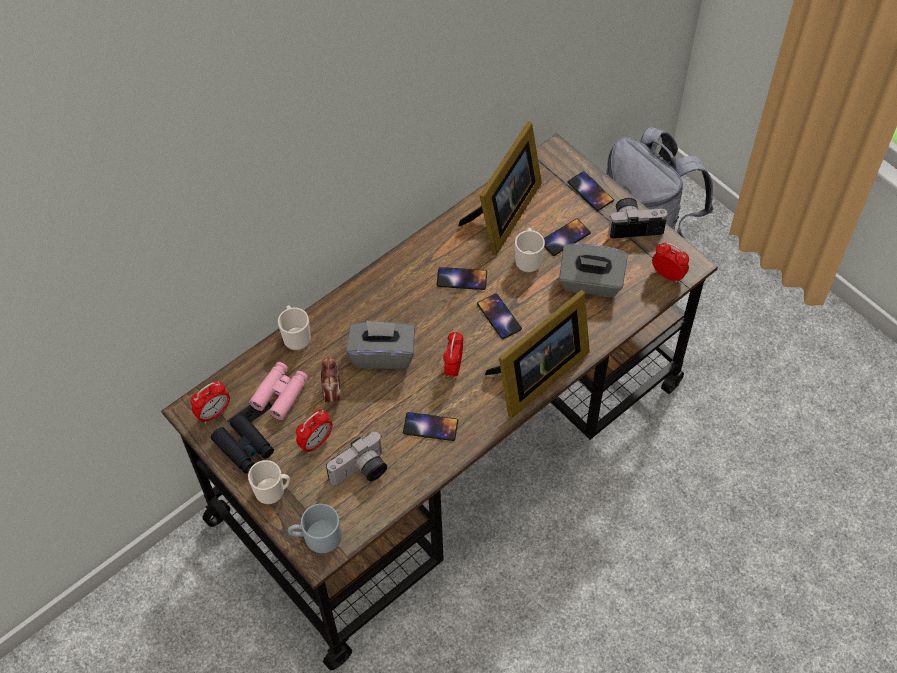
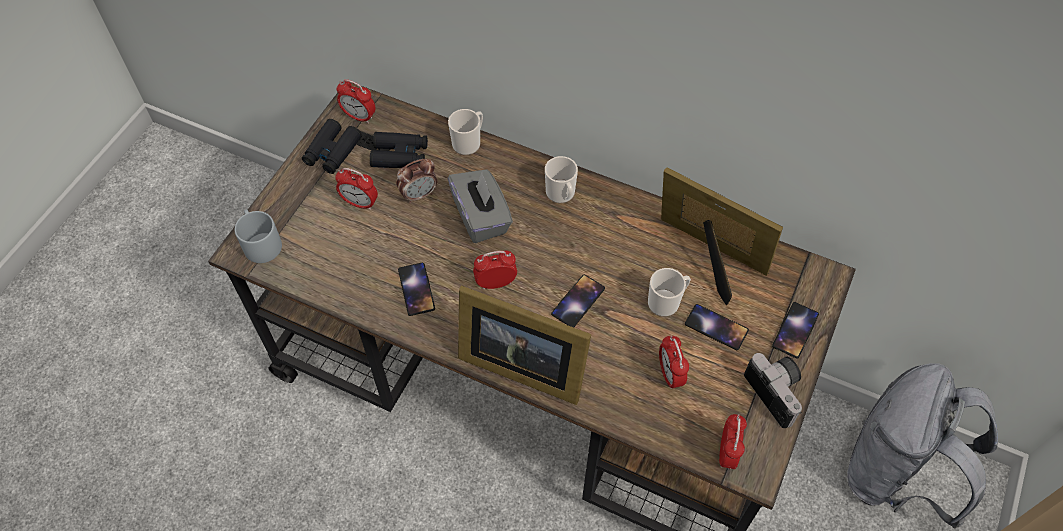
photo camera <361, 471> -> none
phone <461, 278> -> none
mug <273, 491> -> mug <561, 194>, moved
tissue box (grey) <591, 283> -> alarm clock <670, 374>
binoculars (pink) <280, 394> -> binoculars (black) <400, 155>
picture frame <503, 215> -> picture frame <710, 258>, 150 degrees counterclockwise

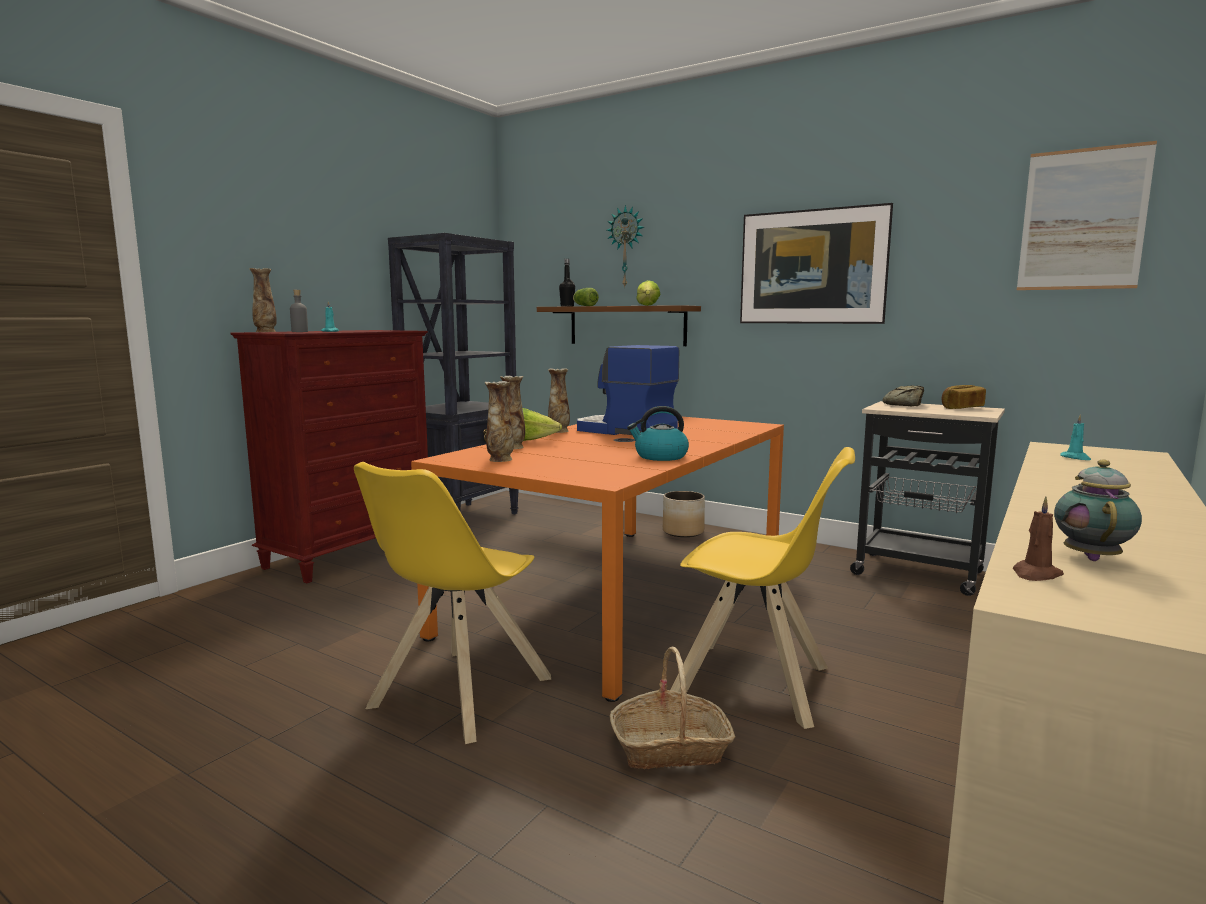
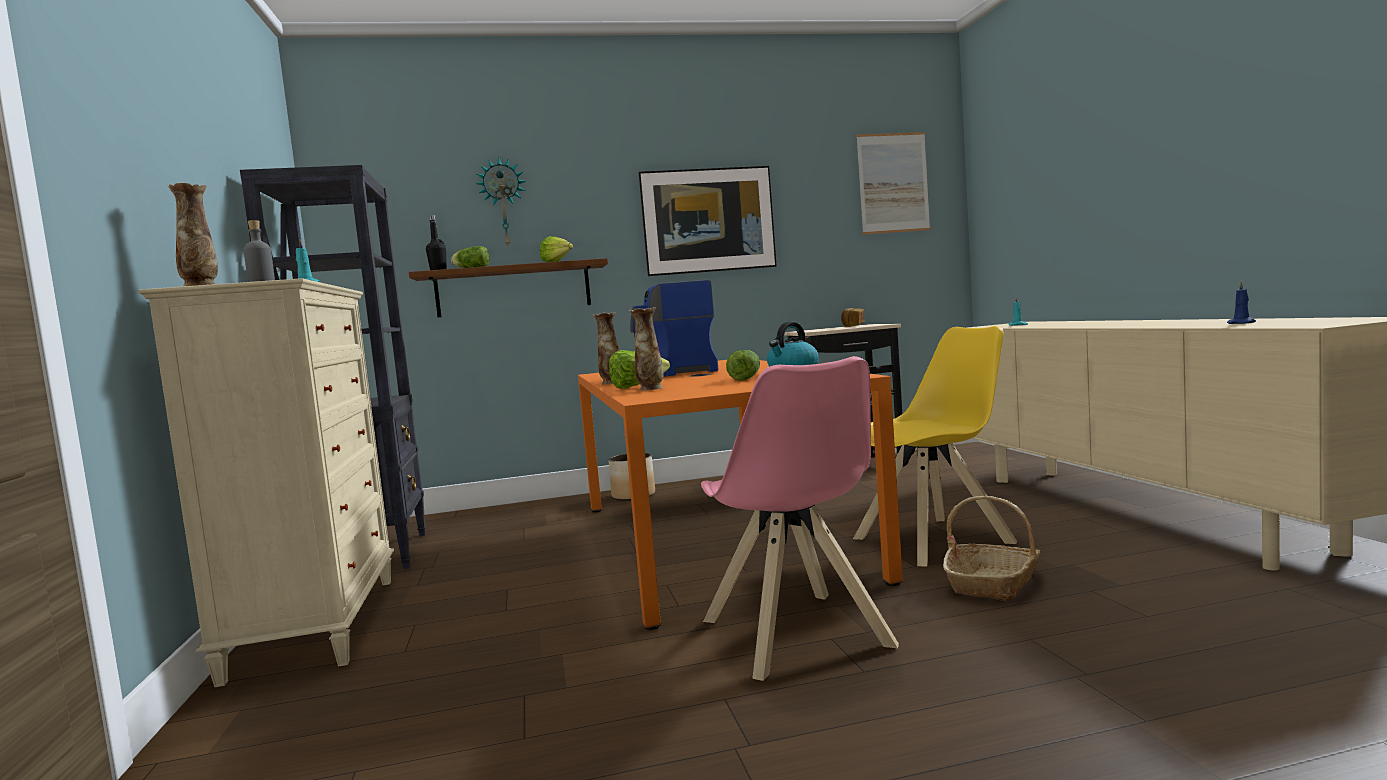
vase <500, 460> -> none
bread <904, 405> -> none
candle (brown) <1035, 574> -> none
none -> lettuce <746, 378>
teapot <1091, 557> -> candle (blue) <1242, 323>
dresser (red) <351, 553> -> dresser (beige) <316, 625>
chair (yellow) <457, 695> -> chair (pink) <797, 636>

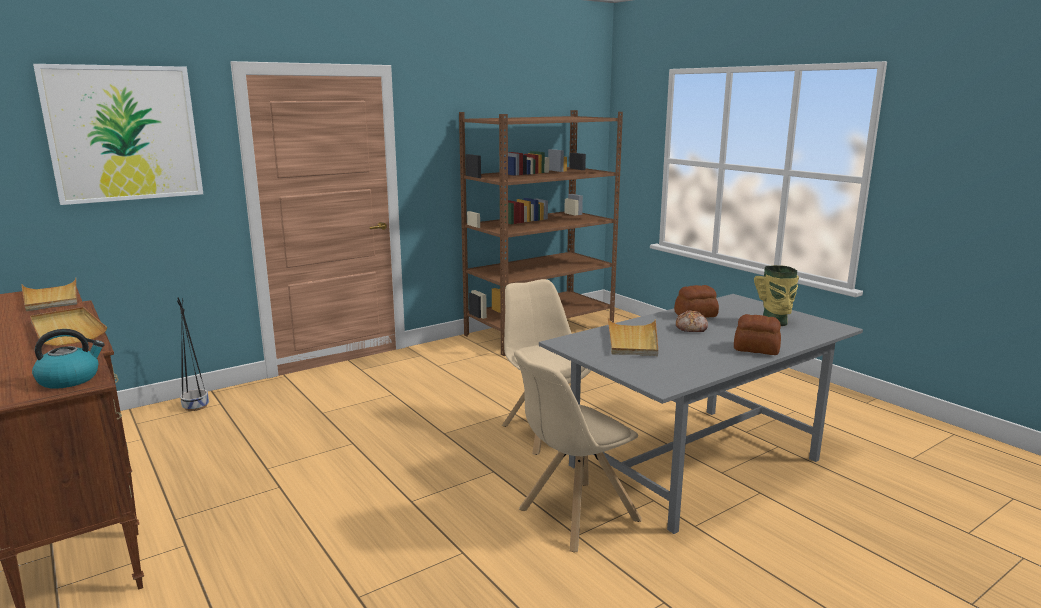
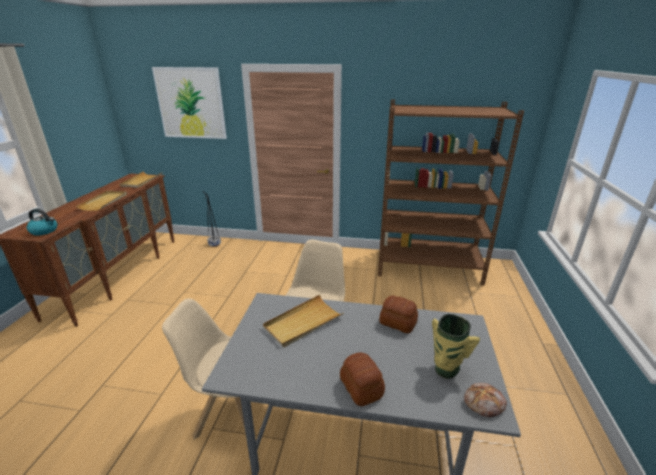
bread <692, 328> -> bread <484, 404>, moved

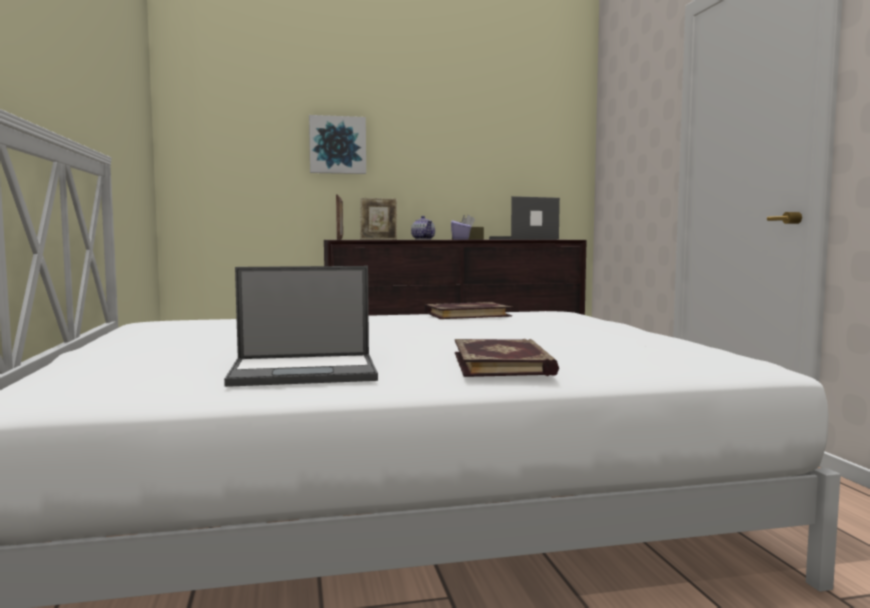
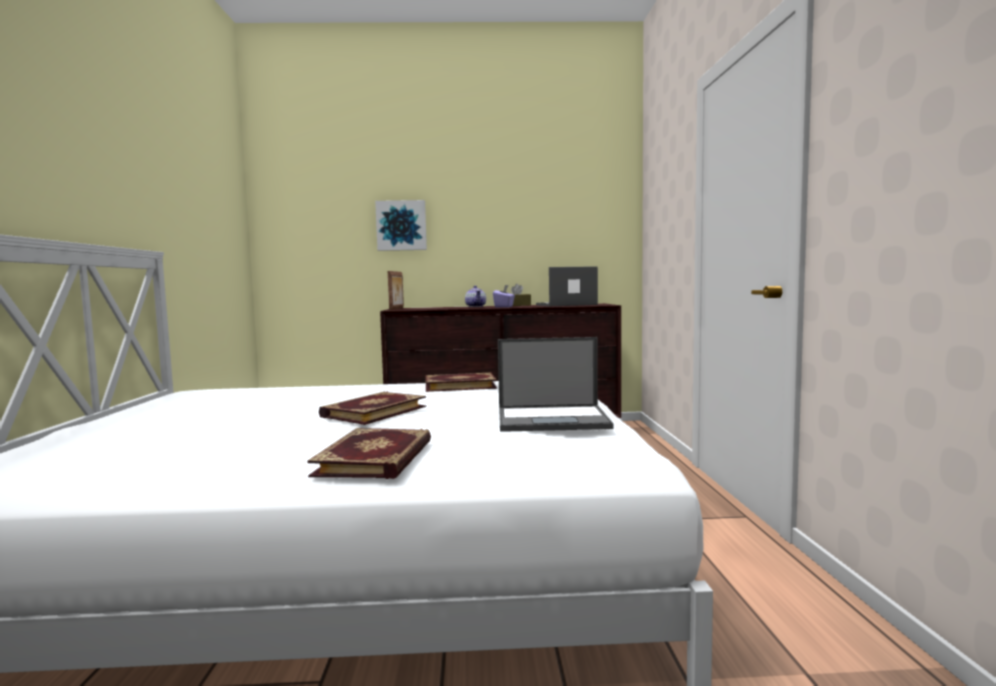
picture frame <378, 239> -> none
none -> book <373, 411>
laptop <306, 371> -> laptop <553, 419>, moved

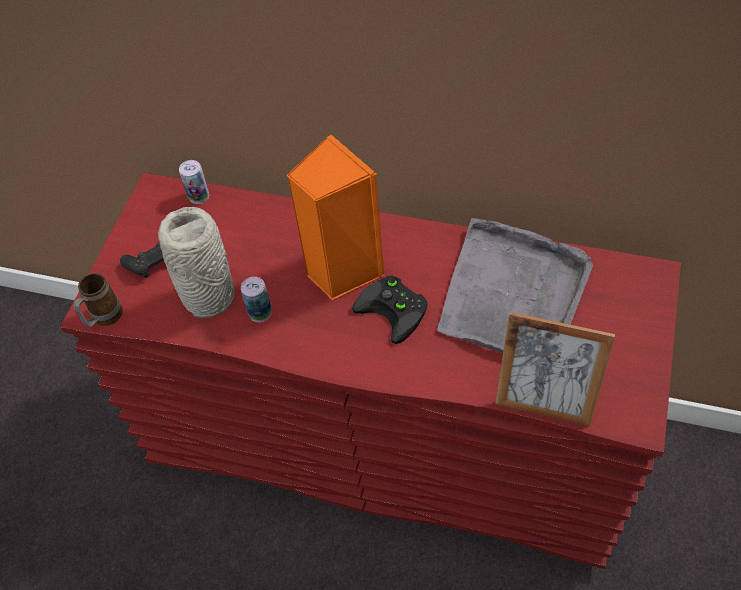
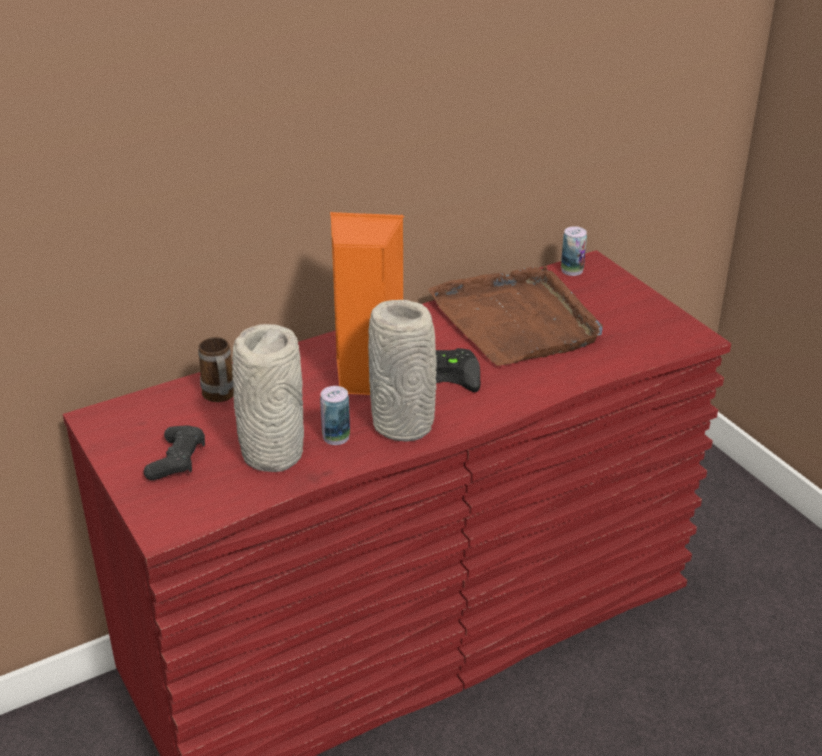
picture frame <544, 403> -> none
none -> vase (grey) <404, 426>
mug <103, 319> -> mug <220, 397>, moved
can <199, 196> -> can <572, 270>, moved
tray (grey) <513, 294> -> tray (brown) <517, 321>

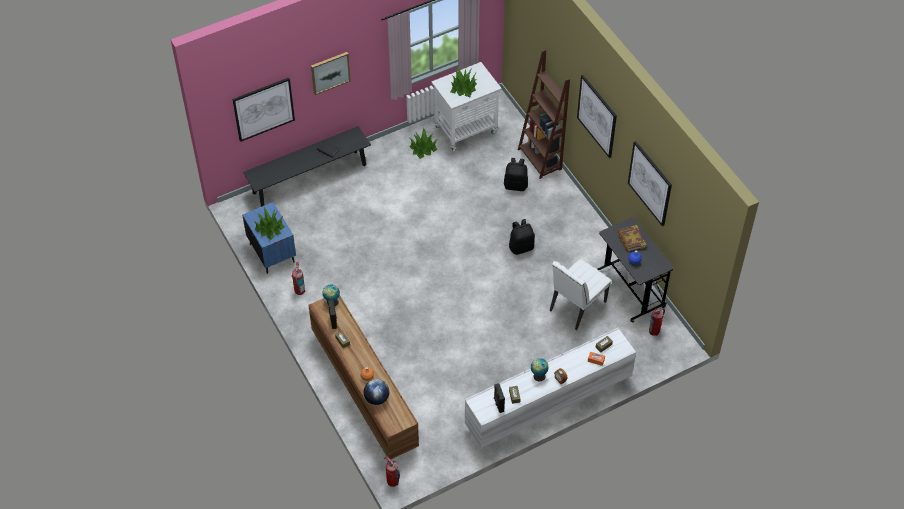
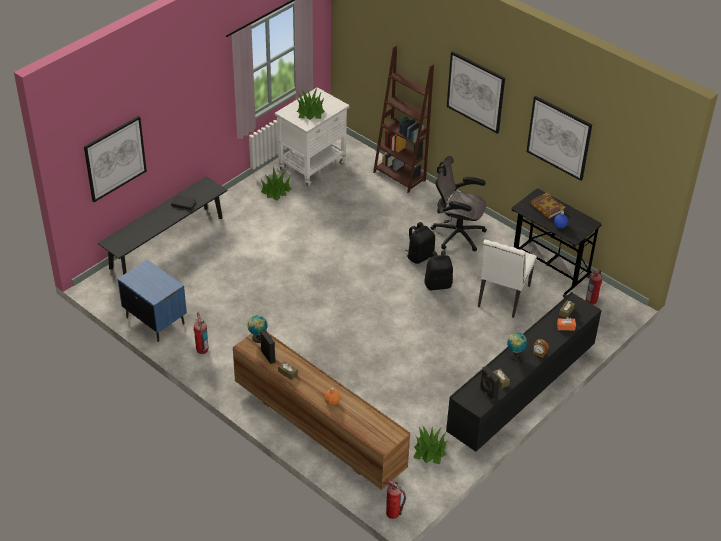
picture <330, 72> -> none
globe <377, 398> -> none
none -> office chair <457, 235>
potted plant <269, 228> -> potted plant <429, 451>, moved
backpack (black) <515, 185> -> backpack (black) <438, 284>, moved
cabinet (white) <548, 405> -> cabinet (black) <521, 394>

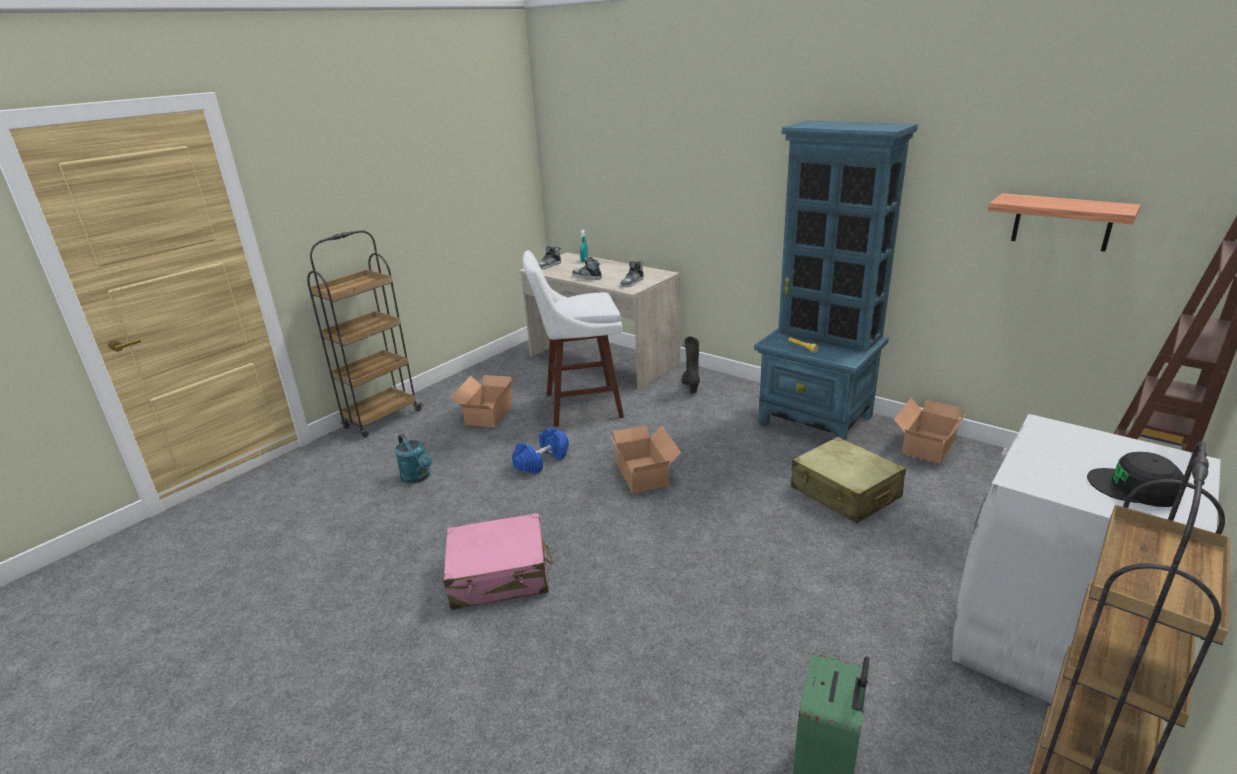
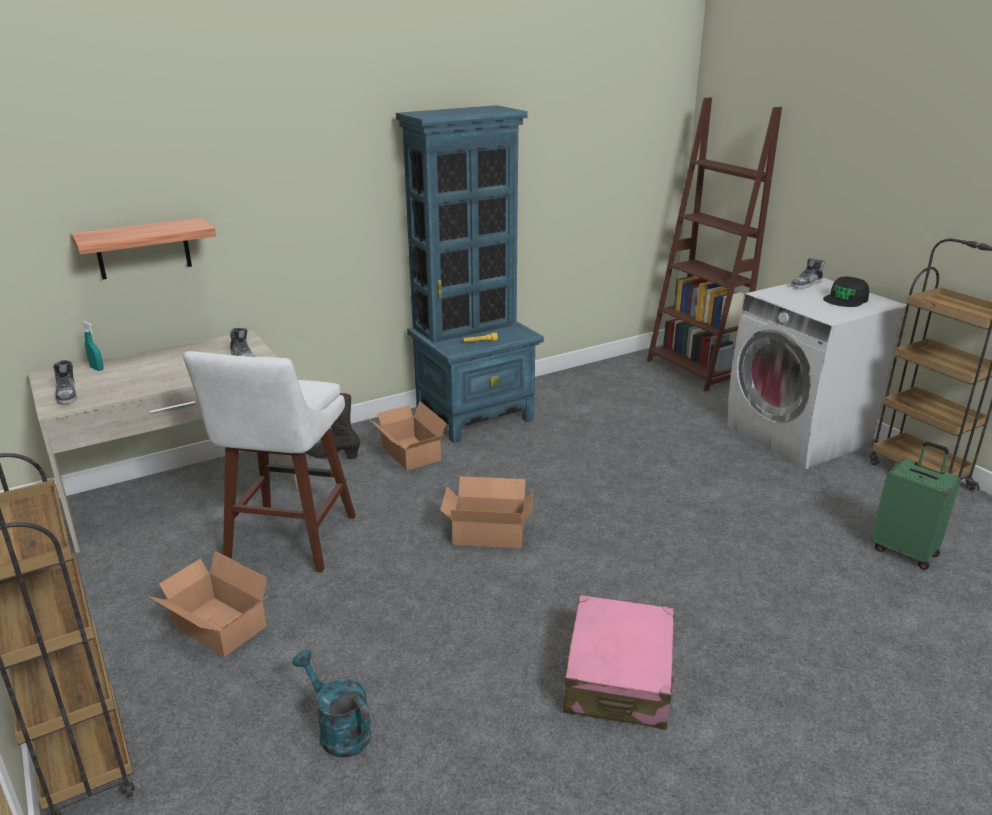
dumbbell (blue) <542, 461> -> none
suitcase (beige) <845, 493> -> none
shoe <587, 277> -> shoe <806, 284>, moved
cardboard box <926, 446> -> cardboard box <409, 454>, moved
shelf <1062, 222> -> shelf <143, 249>, moved
watering can (turquoise) <418, 477> -> watering can (turquoise) <338, 730>, 120 degrees counterclockwise

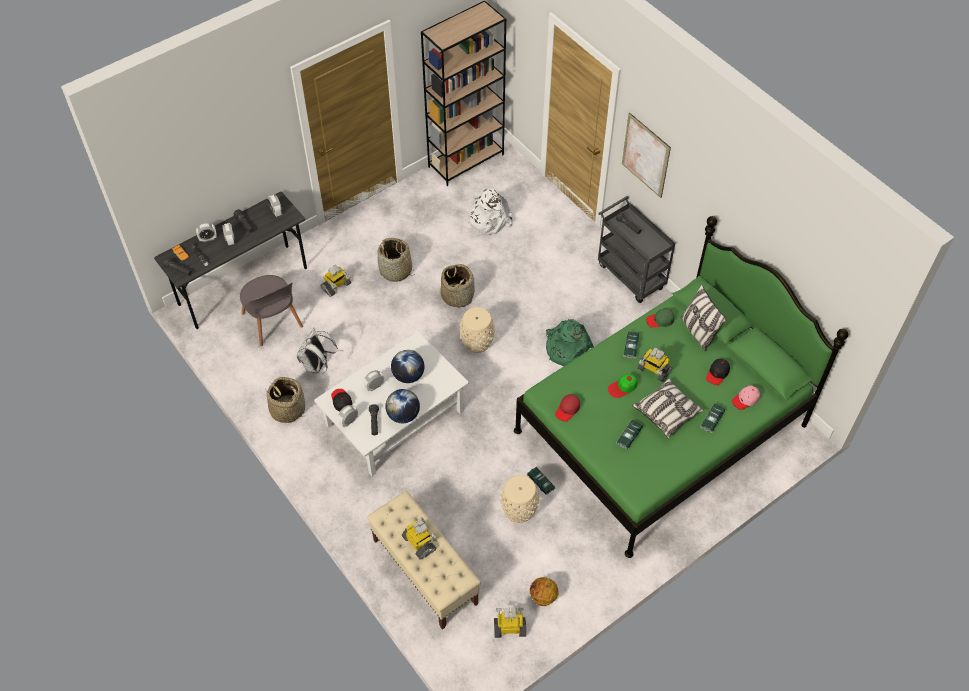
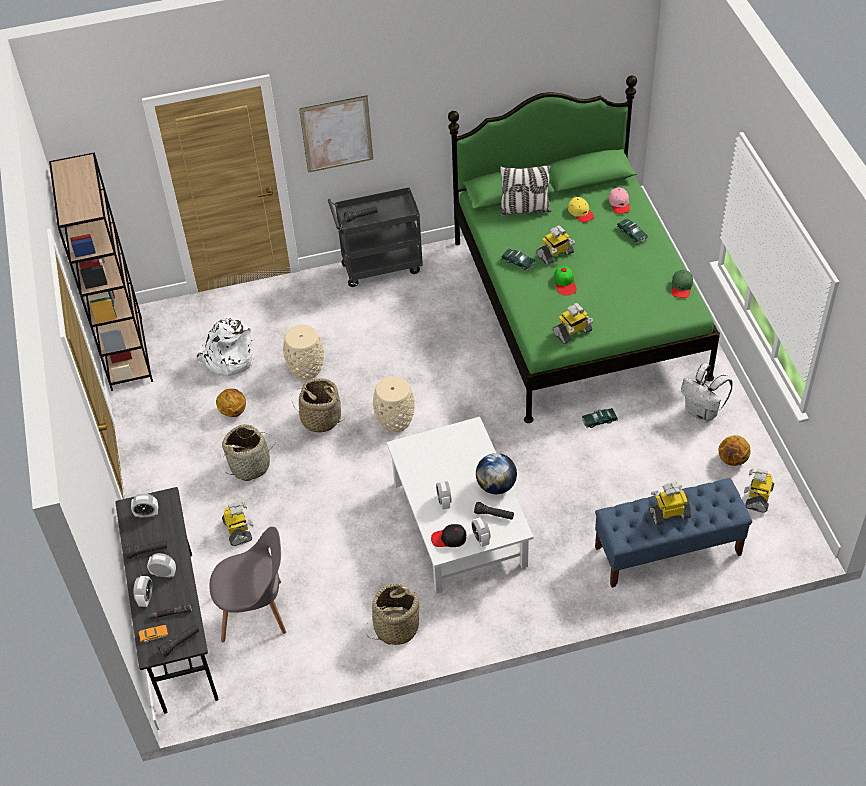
globe <408, 375> -> none
backpack (green) <566, 349> -> none
toy car <629, 436> -> none
pillow <666, 412> -> none
none -> basketball <233, 411>
backpack (white) <317, 365> -> backpack (white) <702, 412>, moved
stool (beige) <519, 510> -> stool (beige) <306, 368>, moved
cap (green) <660, 320> -> cap (green) <681, 287>, moved
cap (red) <567, 409> -> toy robot <572, 332>
bench (beige) <424, 571> -> bench (blue) <667, 551>
cap (black) <717, 373> -> cap (yellow) <580, 212>

